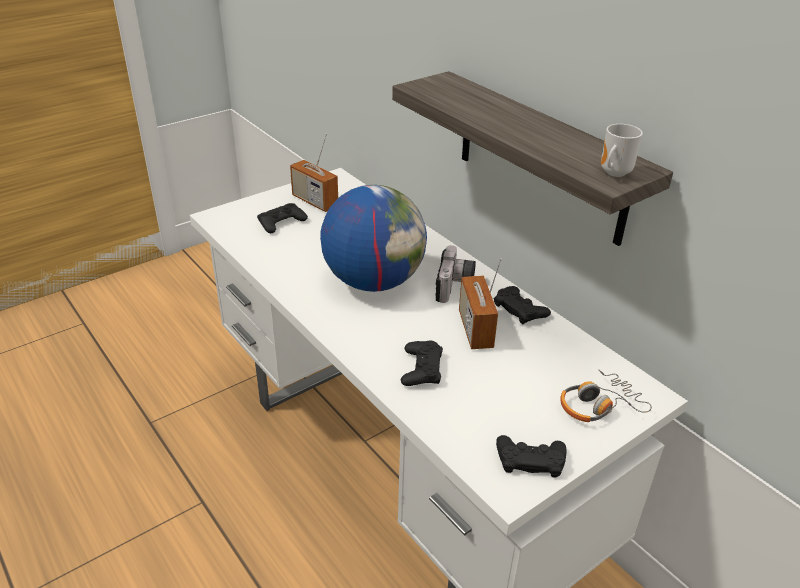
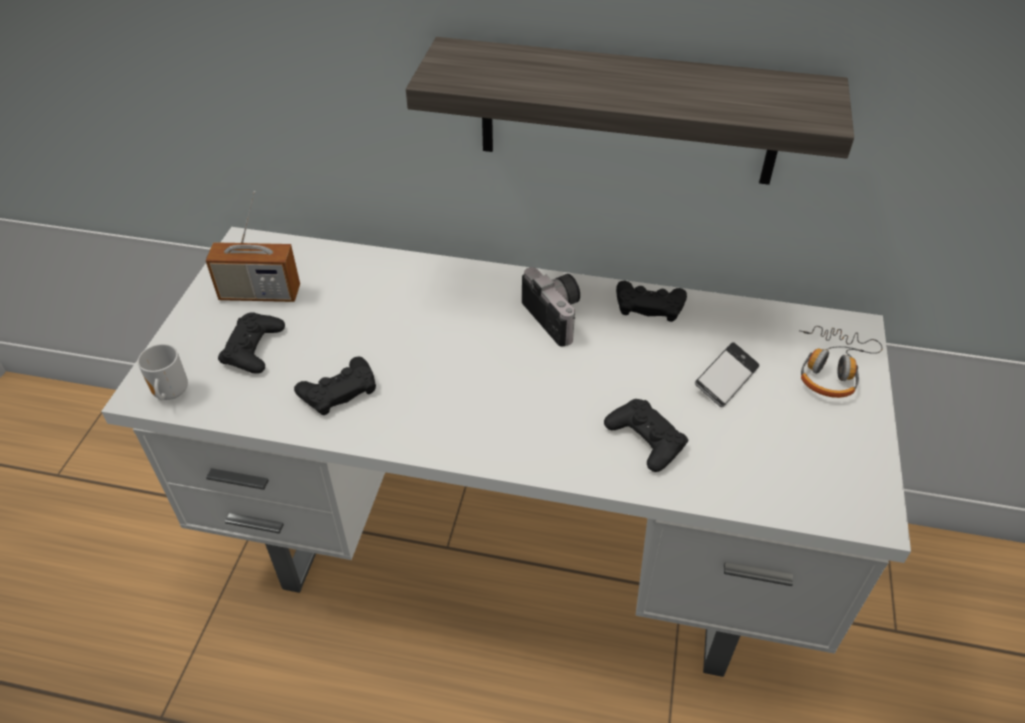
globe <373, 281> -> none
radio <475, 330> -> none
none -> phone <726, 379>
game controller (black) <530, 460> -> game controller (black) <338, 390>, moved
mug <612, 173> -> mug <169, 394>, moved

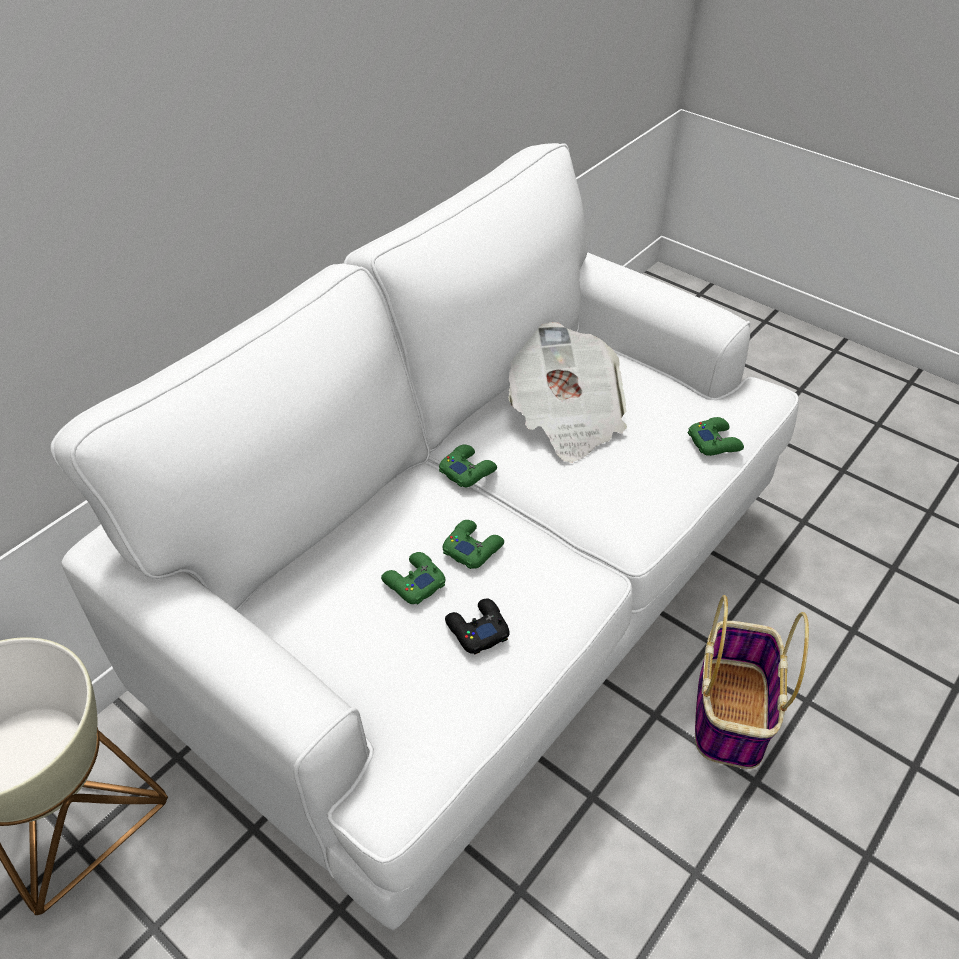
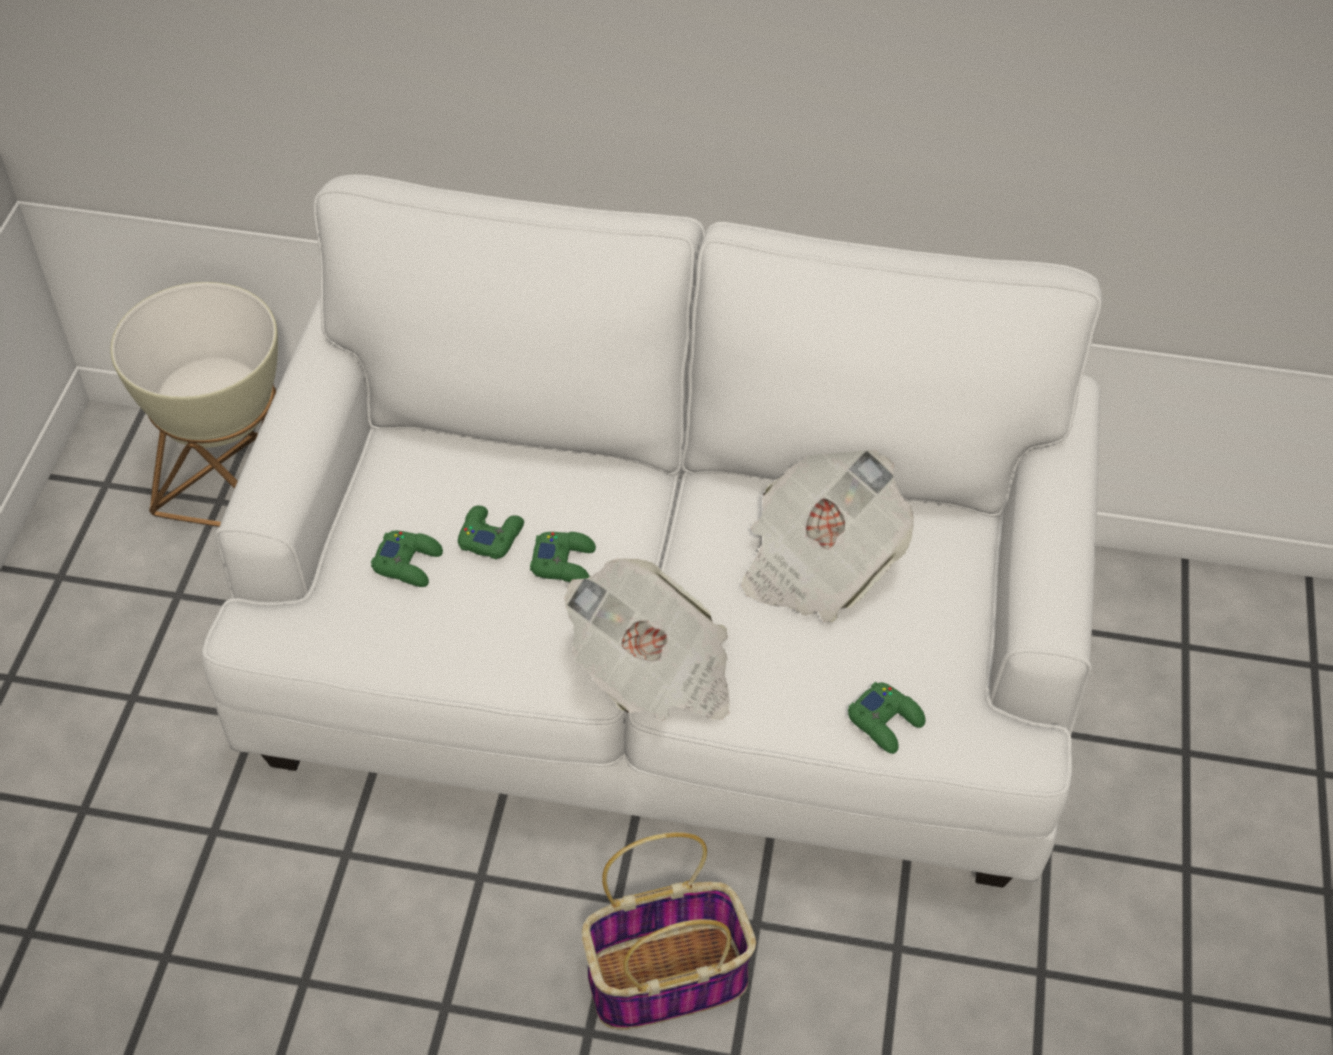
game controller (black) <476, 629> -> none
none -> newspaper <654, 671>
game controller (green) <467, 470> -> game controller (green) <408, 563>, moved

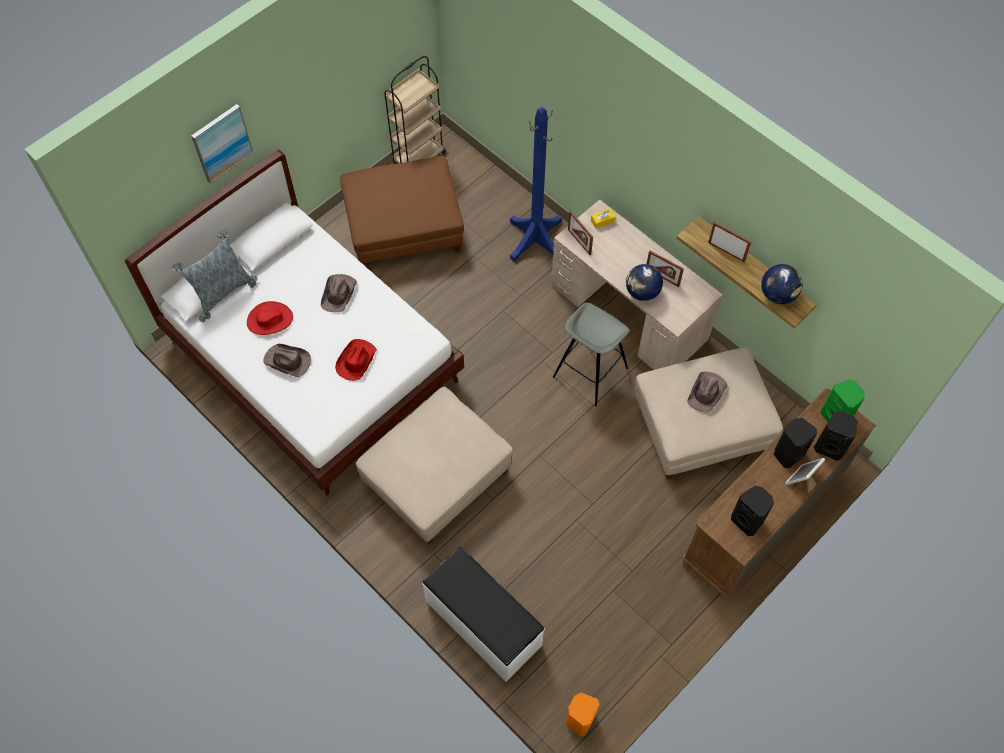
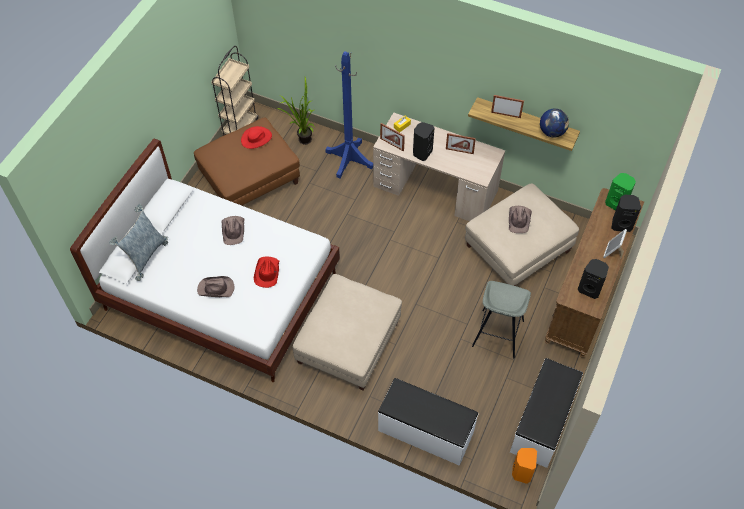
picture <221, 143> -> none
globe <642, 292> -> none
none -> potted plant <302, 140>
none -> bench (white) <543, 422>
hat (red) <270, 320> -> hat (red) <256, 138>, moved
stool (grey) <589, 372> -> stool (grey) <497, 333>, moved
speaker (black) <787, 453> -> speaker (black) <422, 153>, moved

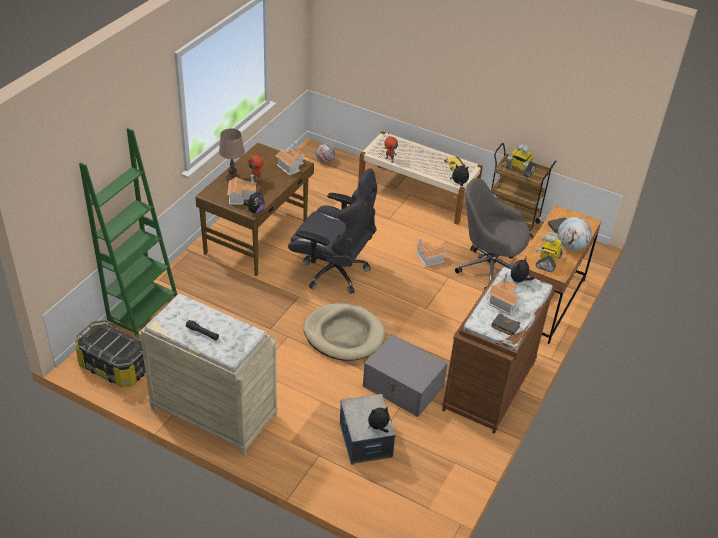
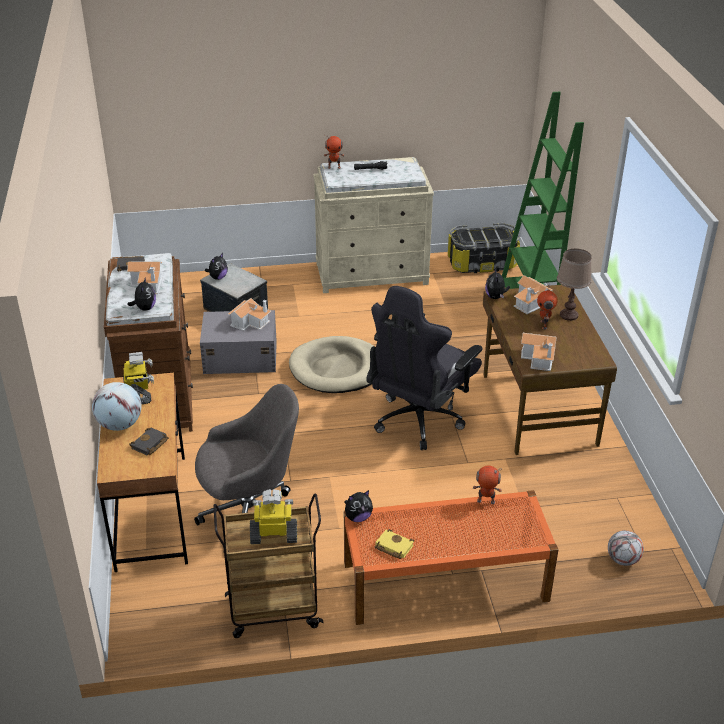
none -> toy robot <334, 167>
toy house <428, 258> -> toy house <250, 322>, moved
bench (beige) <417, 193> -> bench (orange) <445, 582>
office chair (black) <331, 271> -> office chair (black) <421, 417>, 45 degrees counterclockwise

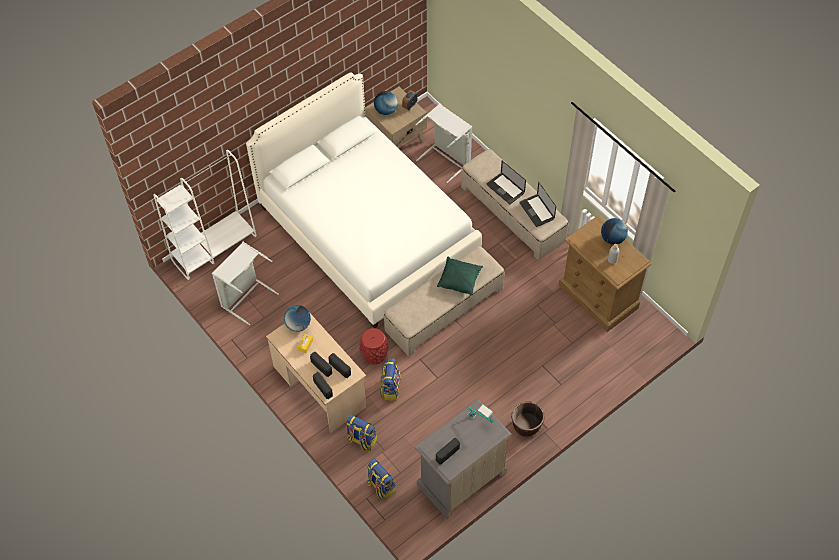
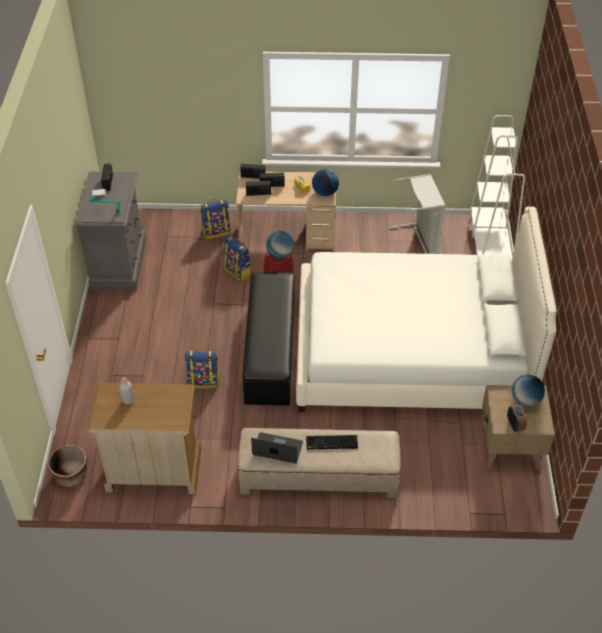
laundry basket (grey) <447, 158> -> none
pillow (green) <459, 280> -> none
backpack <381, 487> -> backpack <204, 381>, moved
planter (brown) <526, 425> -> planter (brown) <71, 475>, moved
globe <612, 238> -> globe <280, 254>, moved
laptop <505, 189> -> keyboard <331, 443>
bench (beige) <444, 309> -> bench (black) <271, 350>

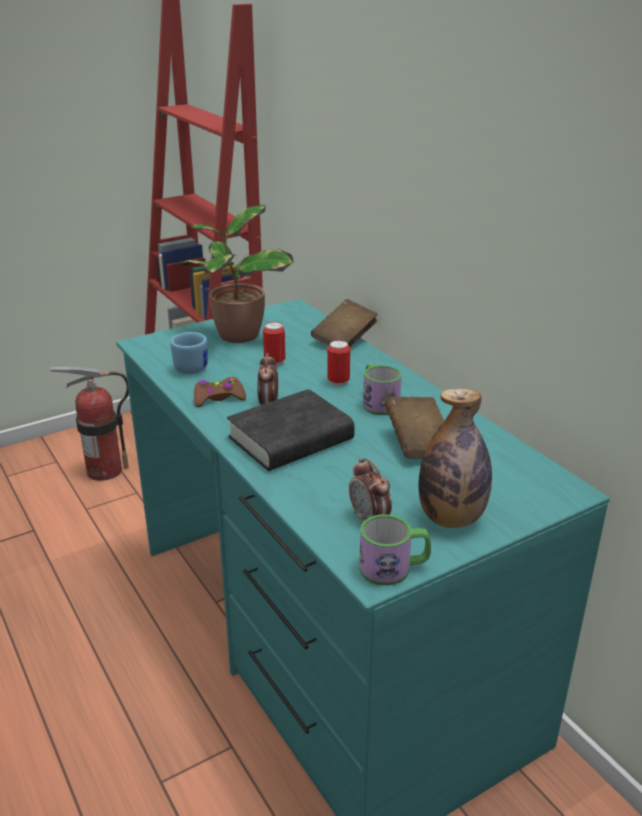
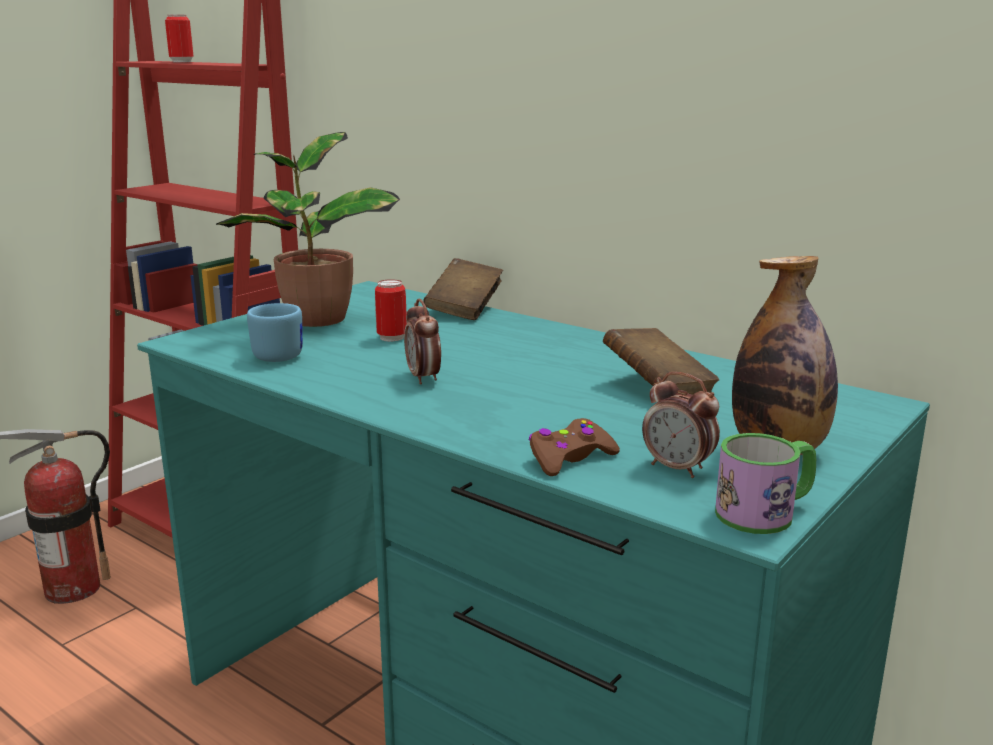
book (black) <291, 439> -> none
mug <378, 402> -> none
game controller (brown) <218, 398> -> game controller (brown) <570, 458>, moved
can <338, 382> -> can <181, 62>, moved

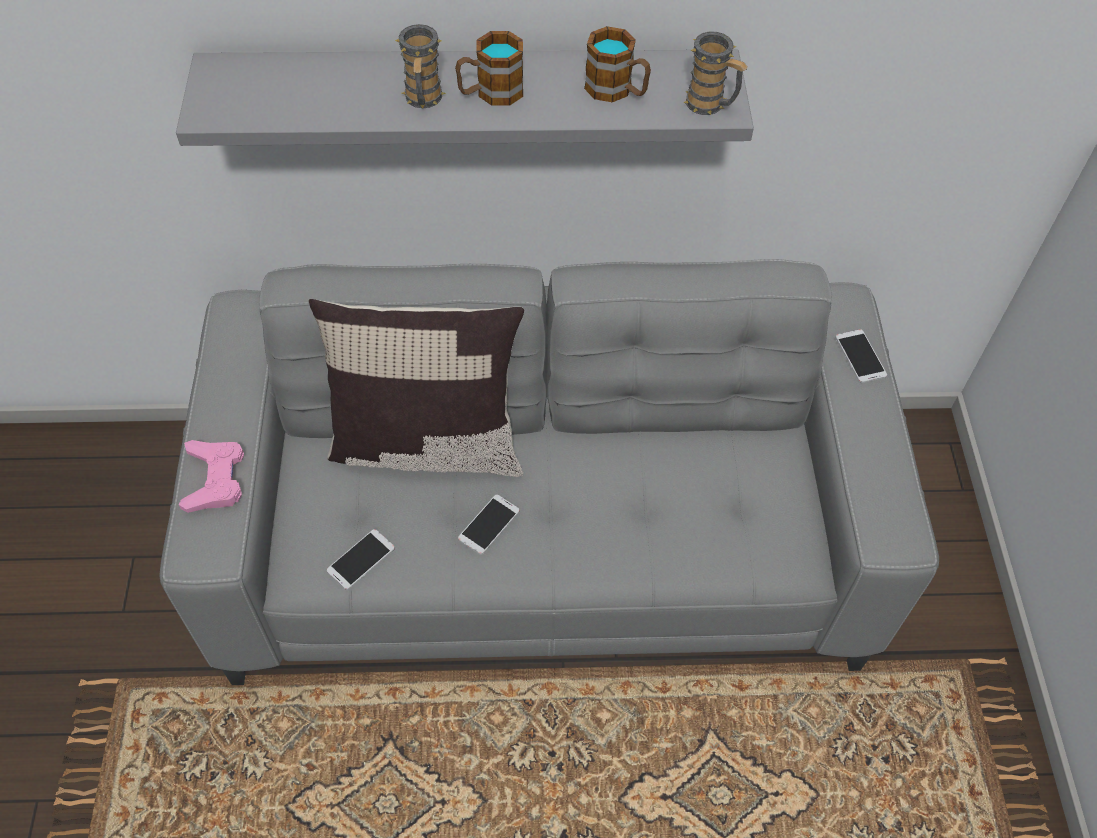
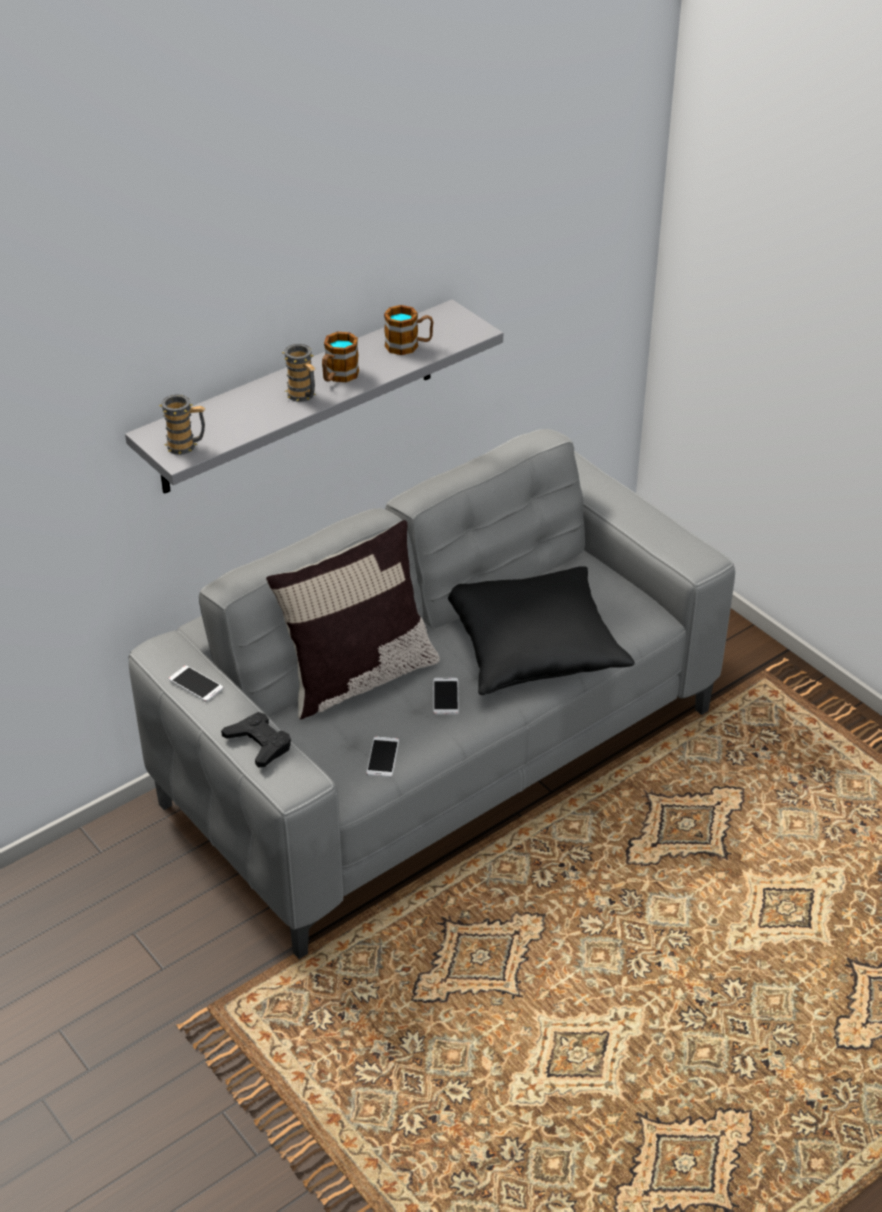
none -> pillow (black) <534, 648>
mug <710, 105> -> mug <186, 446>, moved
phone <860, 356> -> phone <196, 684>, moved
game controller (pink) <214, 479> -> game controller (black) <259, 744>

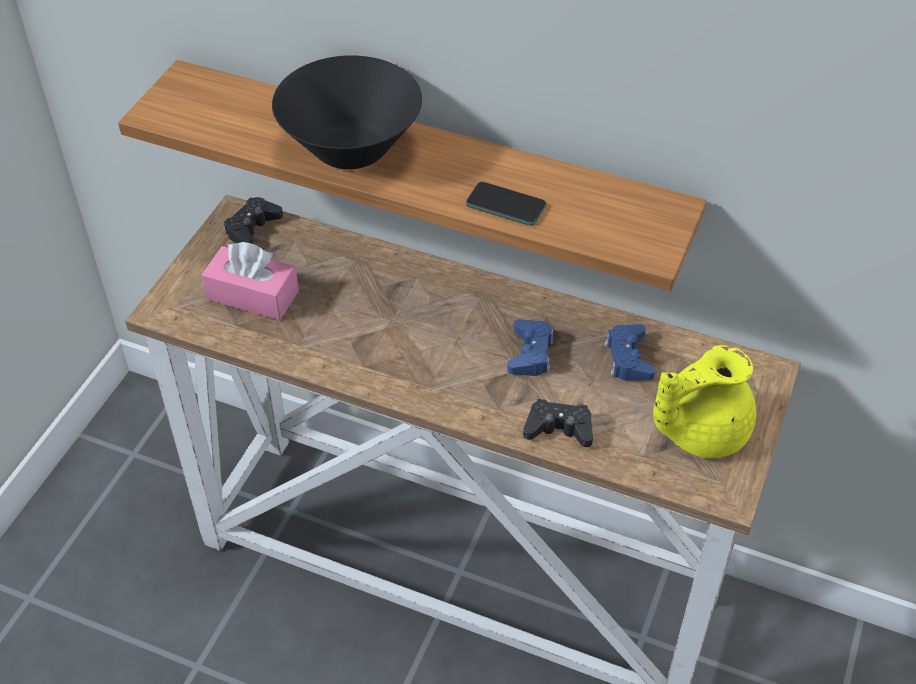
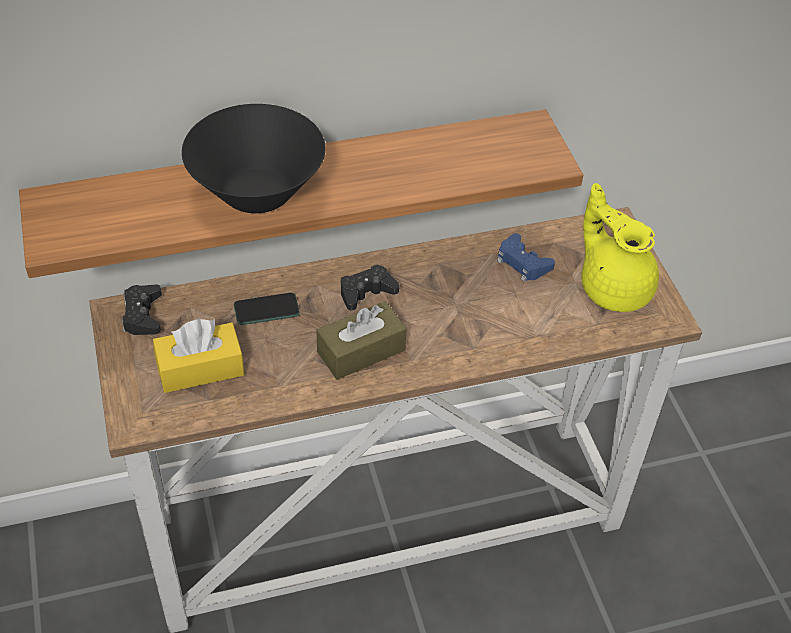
game controller (blue) <530, 353> -> none
none -> tissue box (brown) <361, 351>
phone <506, 205> -> phone <266, 310>, moved
game controller (black) <559, 429> -> game controller (black) <366, 292>, moved
tissue box (pink) <253, 295> -> tissue box (yellow) <200, 368>
teapot (yellow) <699, 430> -> teapot (yellow) <613, 287>, 120 degrees clockwise

